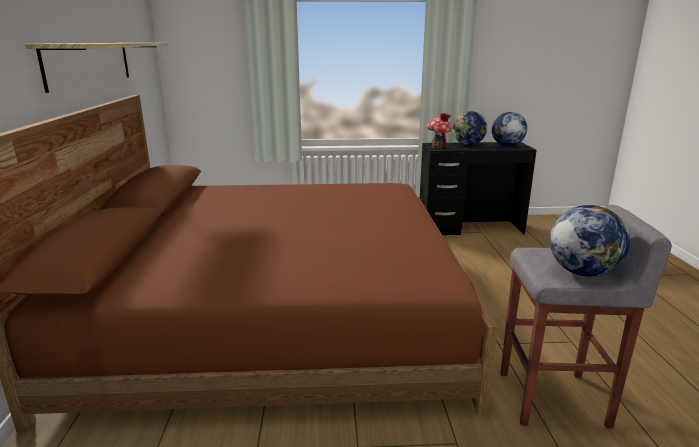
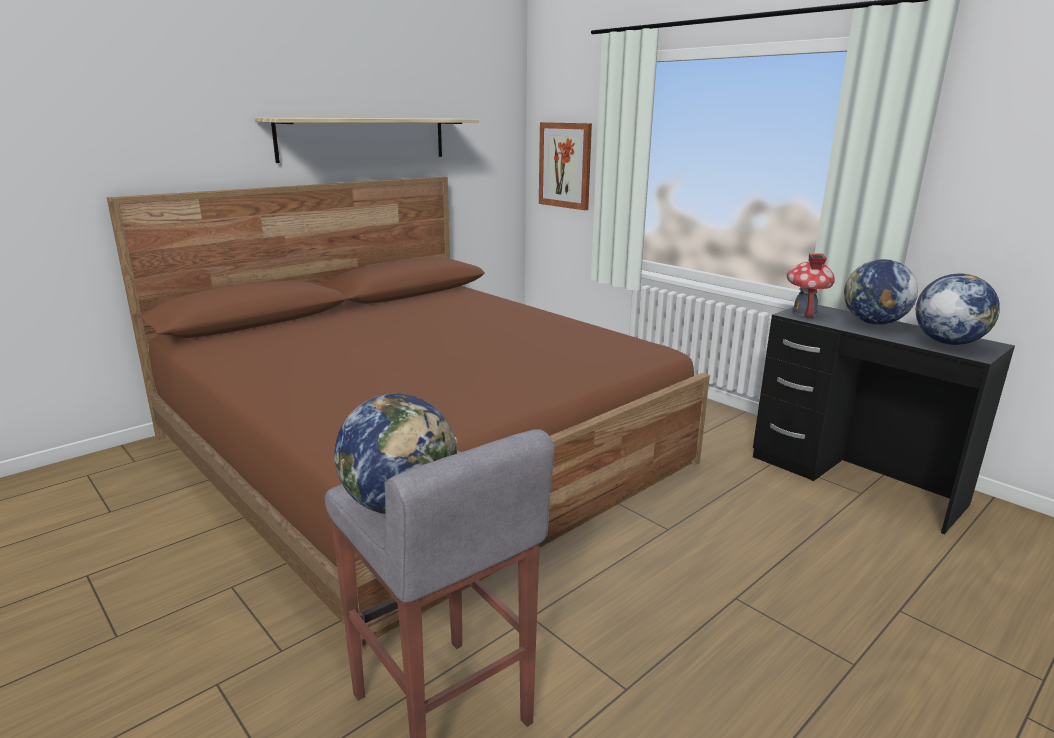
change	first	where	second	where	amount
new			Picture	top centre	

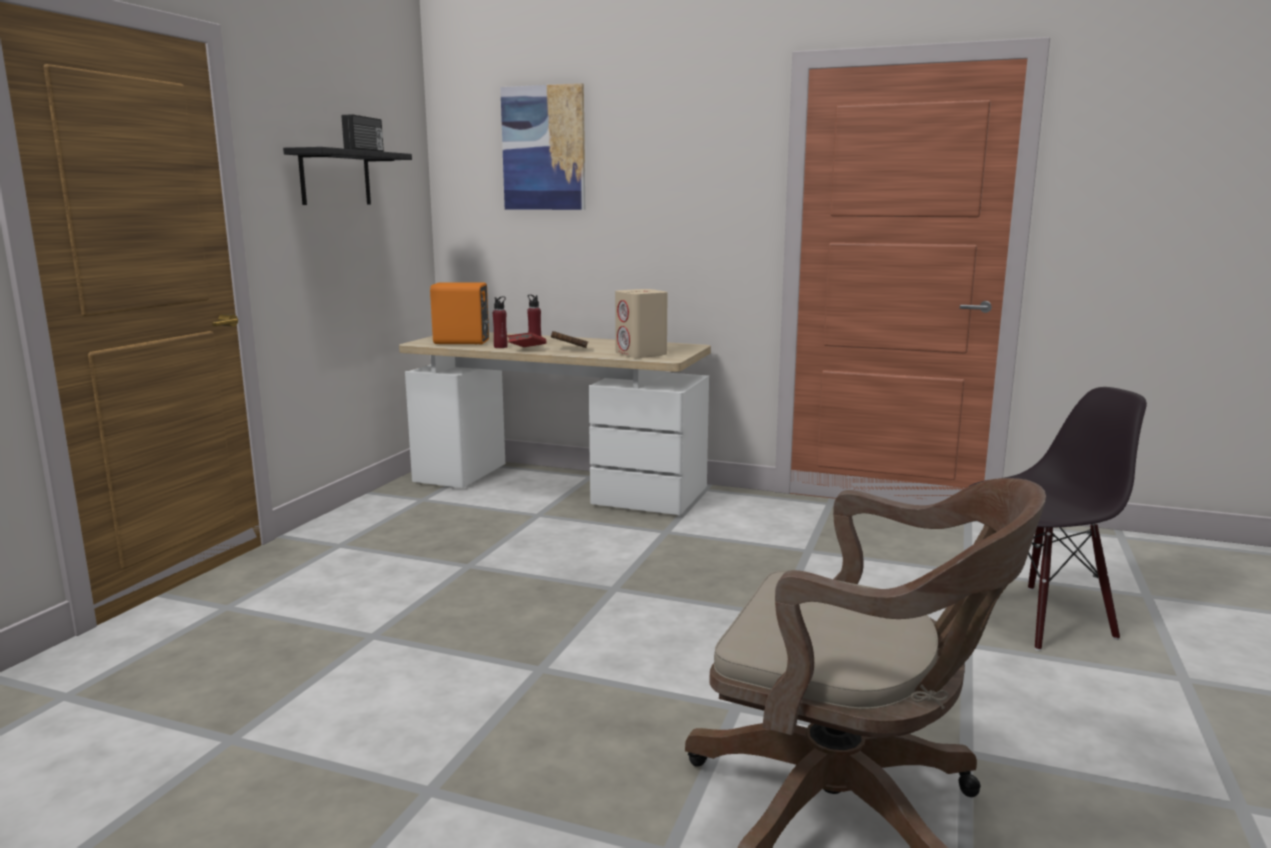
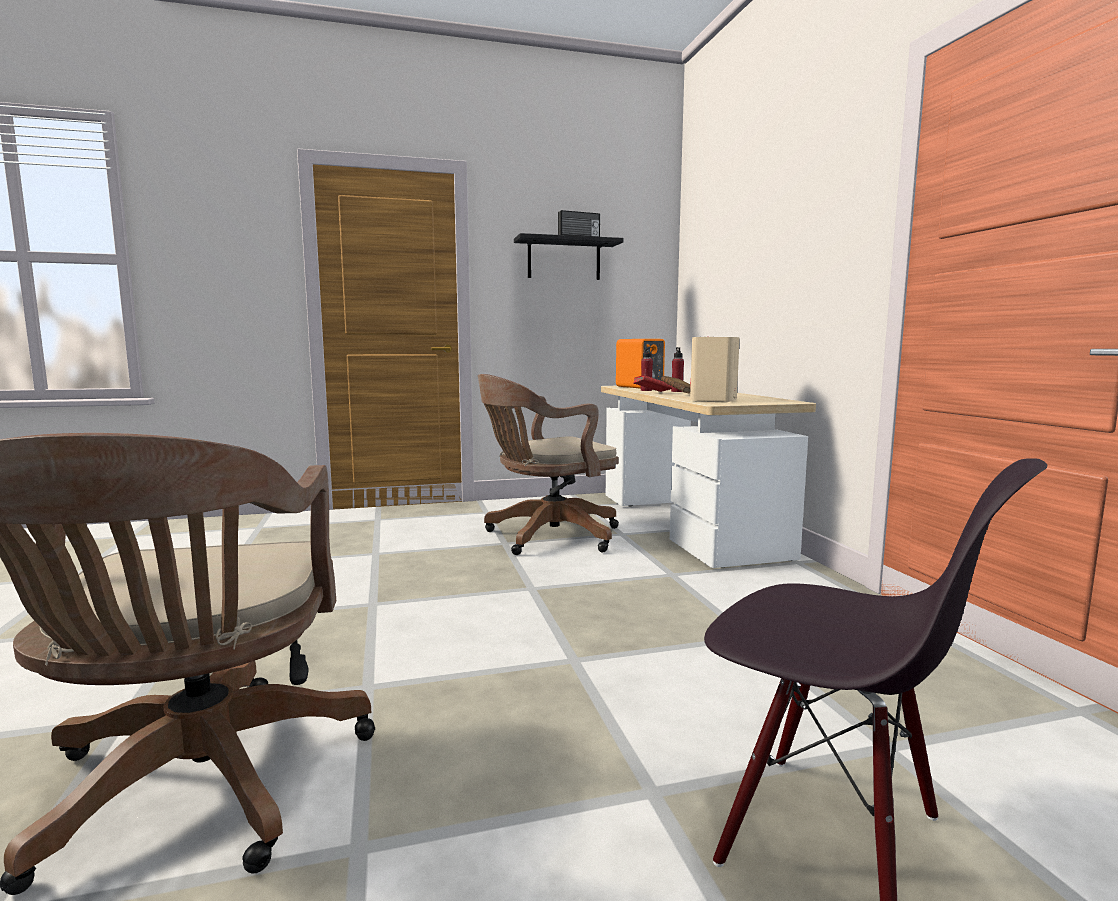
change	first	where	second	where	amount
new			BrownOfficeChair (no. 2 from left)	centre	
gone	Picture	top centre			

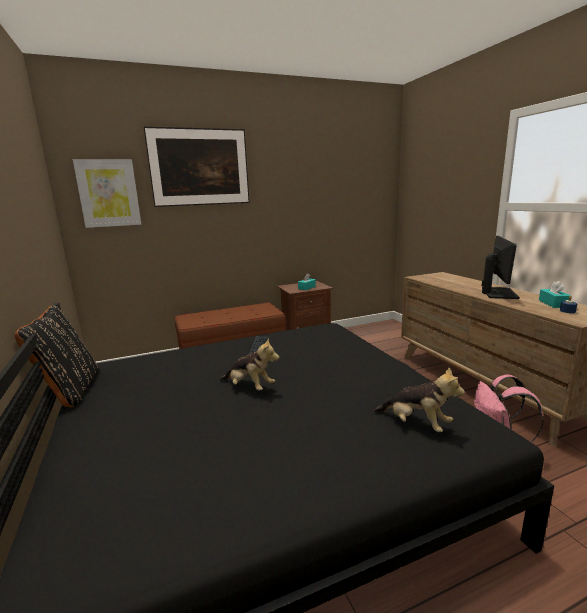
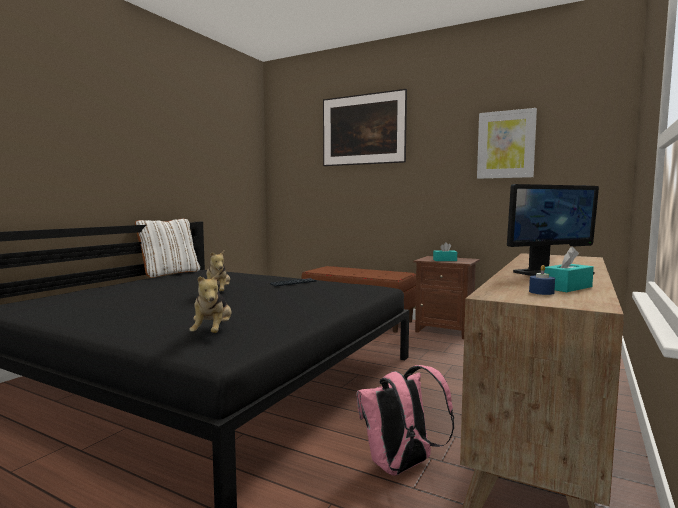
change	first	where	second	where	amount
repainted	BlackPillow	middle left	WhitePillow	middle left	
shifted	Picture (no. 1 from left in the first image)	top left	Picture (no. 2 from left)	top right	

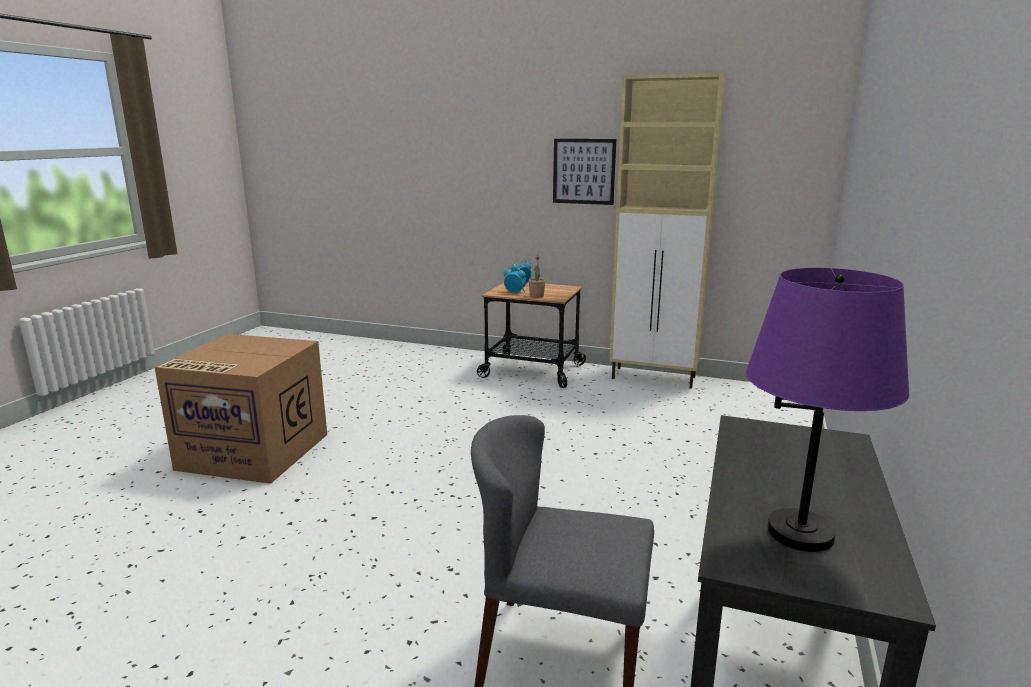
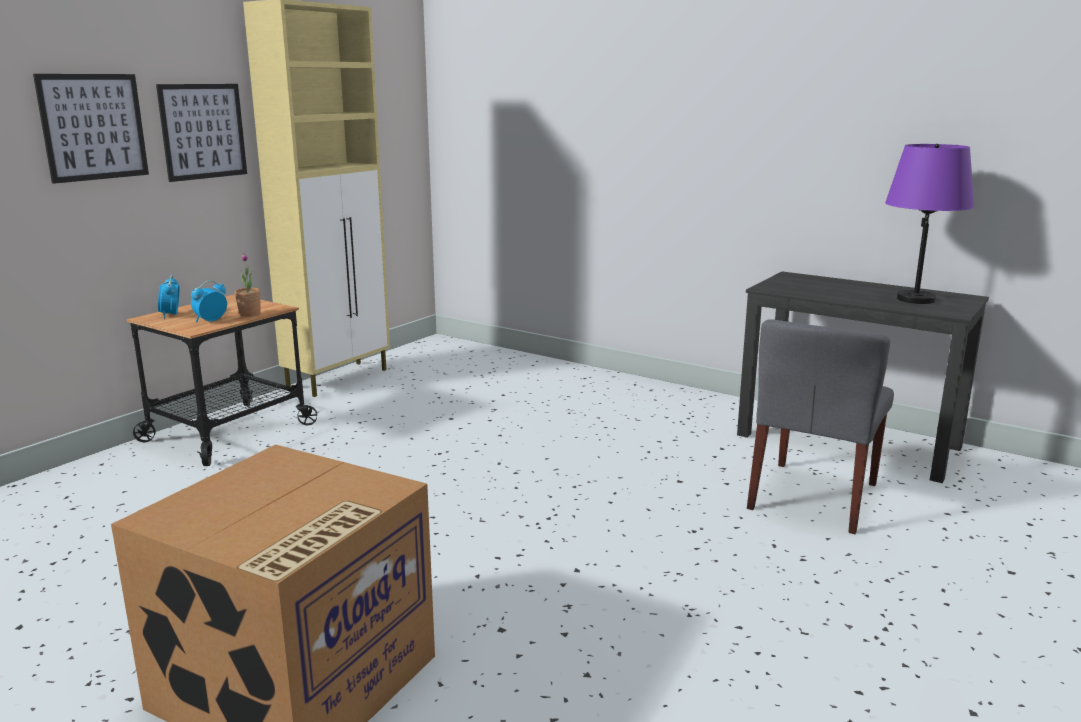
change	first	where	second	where	amount
new			Picture (no. 1 from left)	top left	

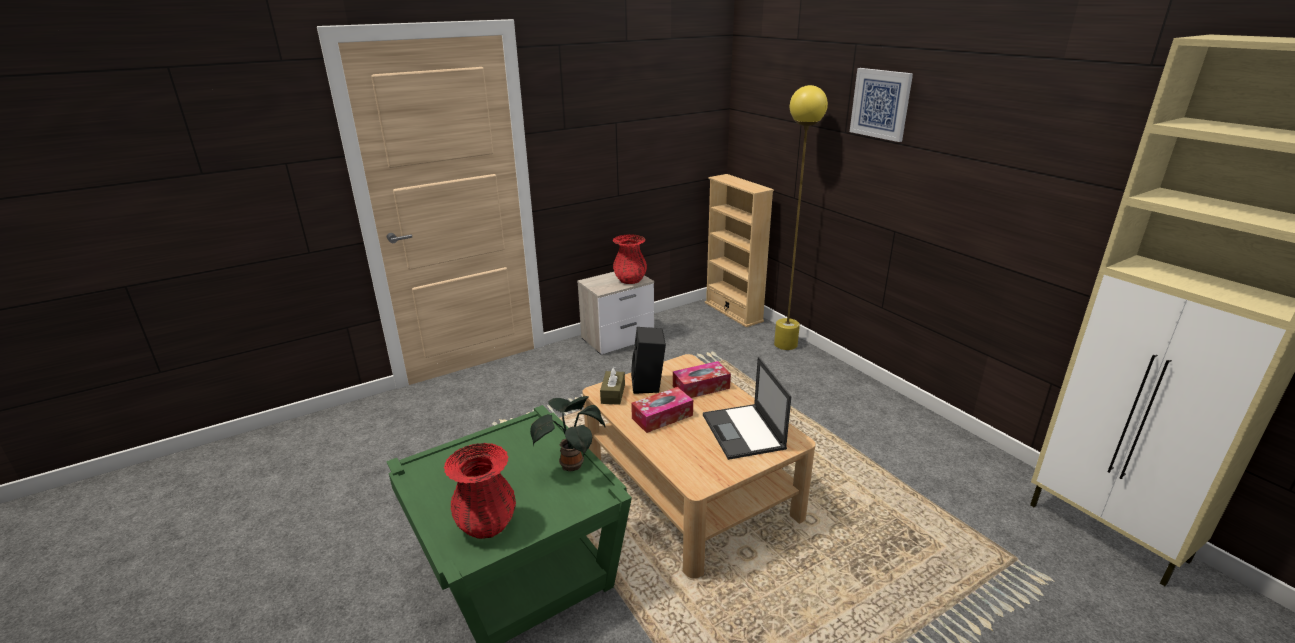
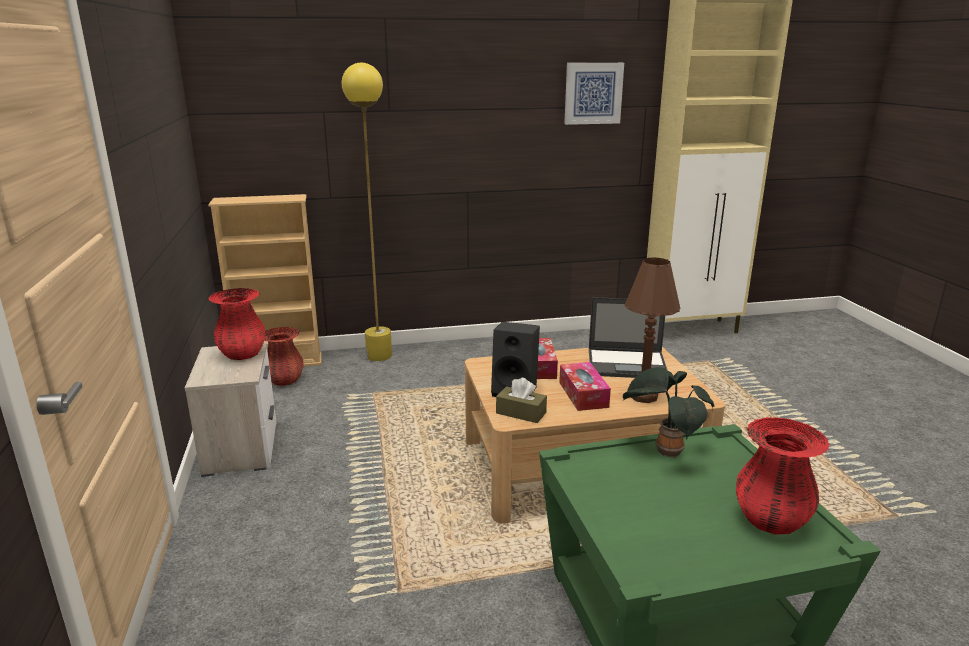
change	first	where	second	where	amount
new			RedVase (no. 2 from left)	middle left	
shifted	Picture	top right		top centre	
new			BrownTableLamp	middle right	

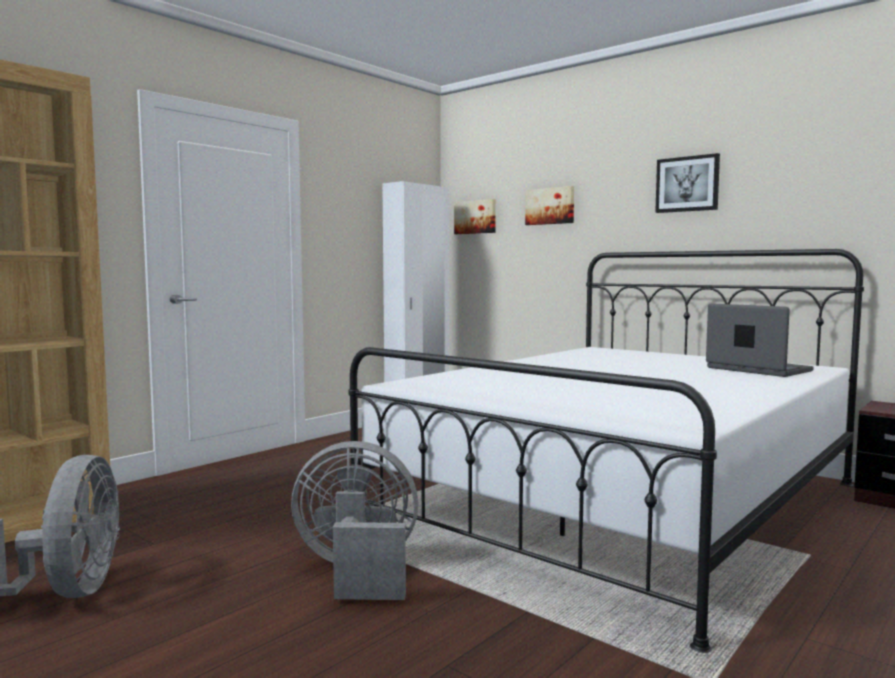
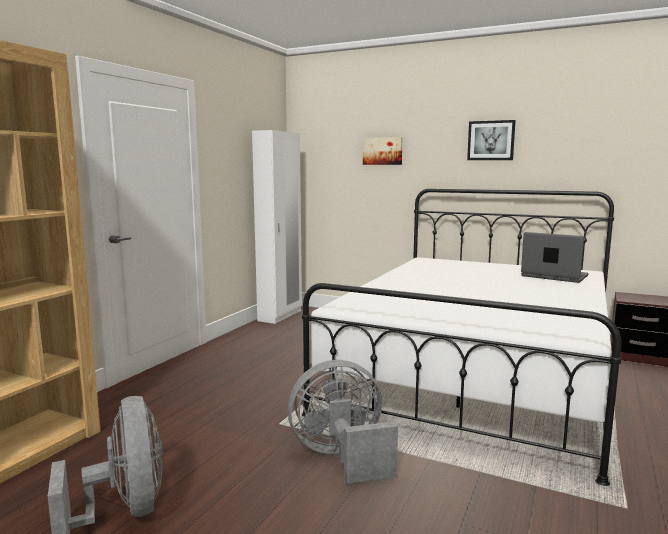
change	first	where	second	where	amount
gone	Picture (no. 1 from left)	top centre			

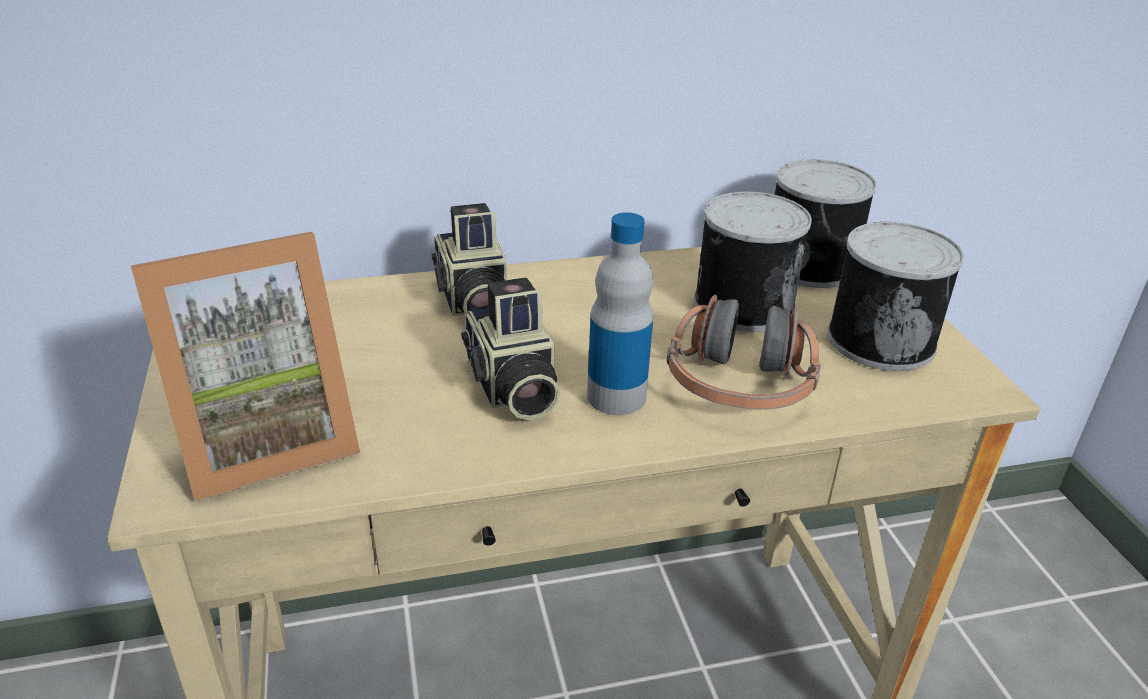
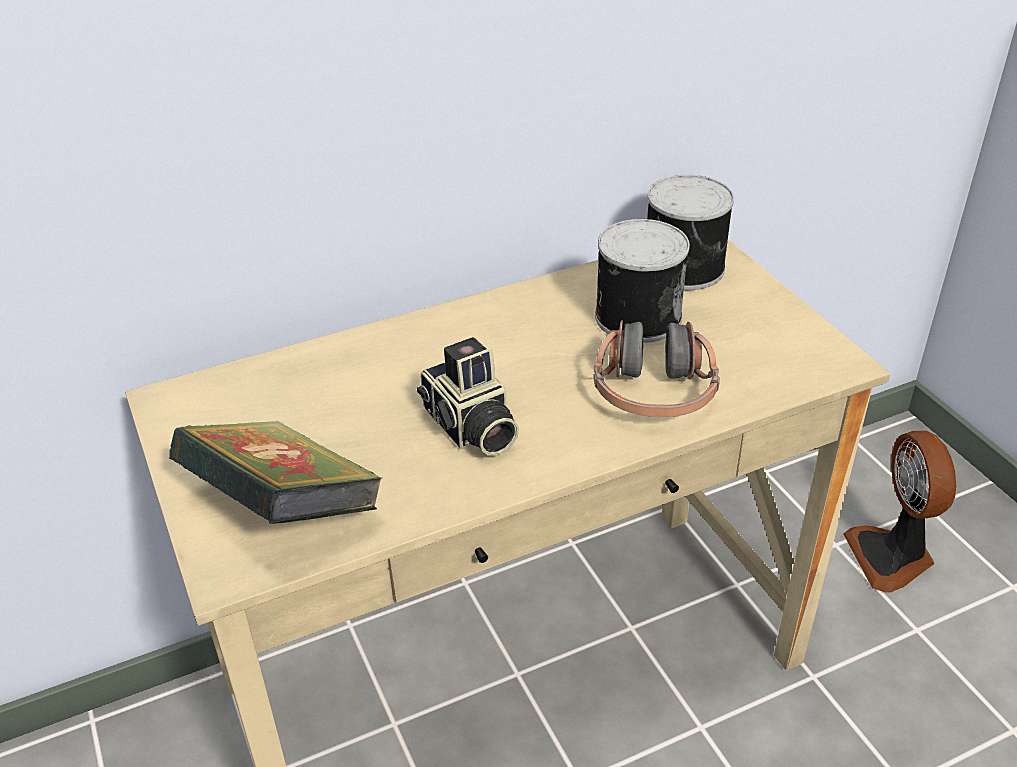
change	first	where	second	where	amount
swapped	PictureFrame	middle left	Book	middle left	
new			Fan	bottom right	
gone	PhotoCamera (no. 1 from left)	centre			
gone	Bottle	centre			
gone	Can (no. 3 from left)	middle right			

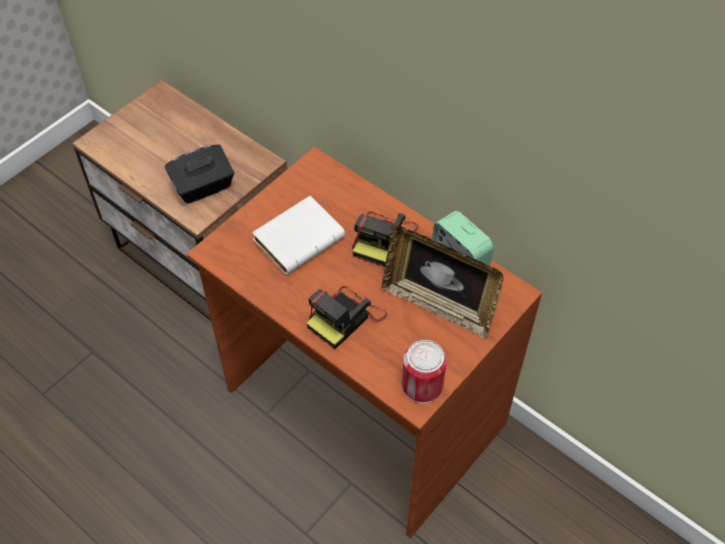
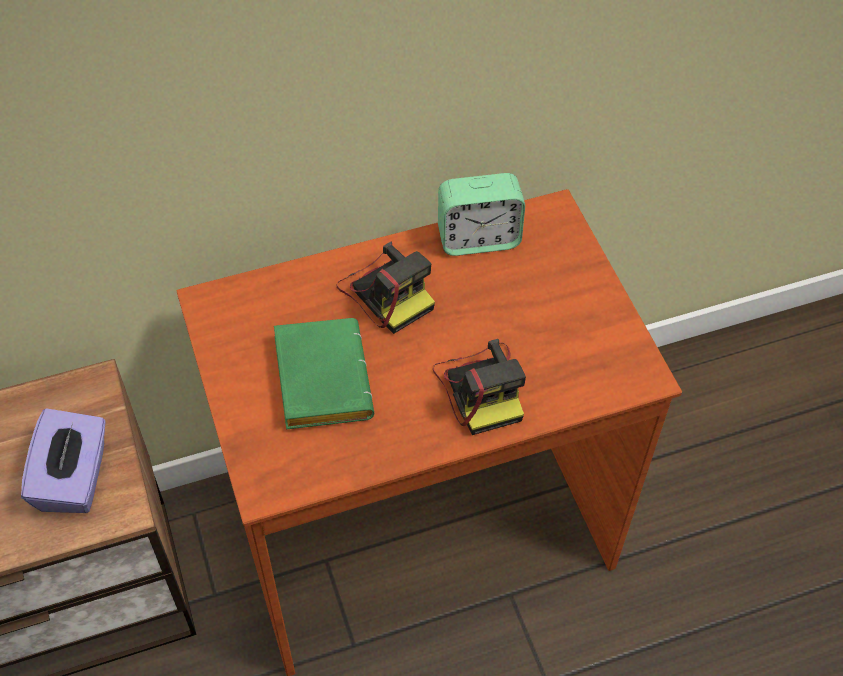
change	first	where	second	where	amount
repainted	BlackTissueBox	top left	PurpleTissueBox	bottom left	
repainted	WhiteBook	centre	GreenBook	centre	
gone	PictureFrame	centre			
gone	Can	bottom centre			

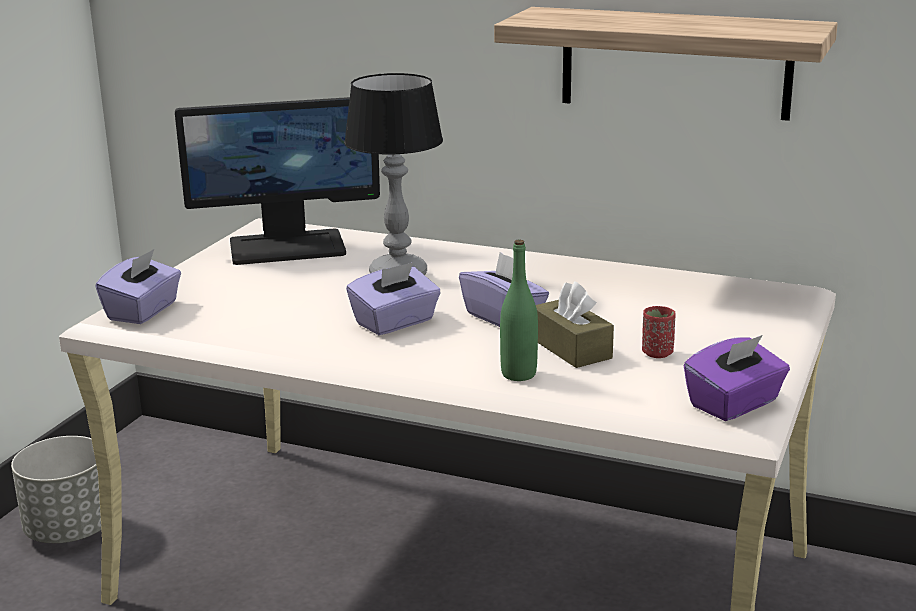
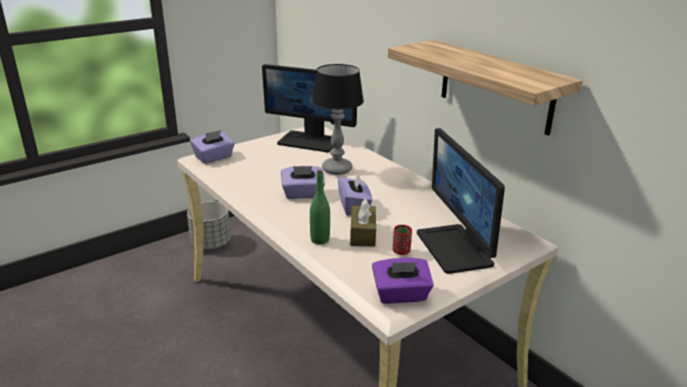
change	first	where	second	where	amount
new			Monitor (no. 2 from left)	middle right	

